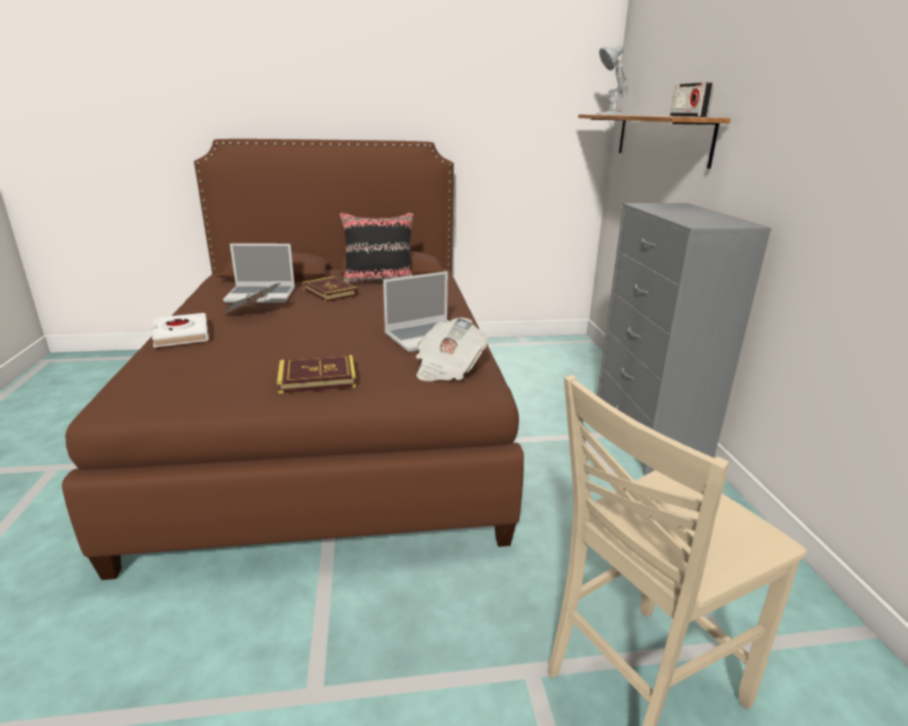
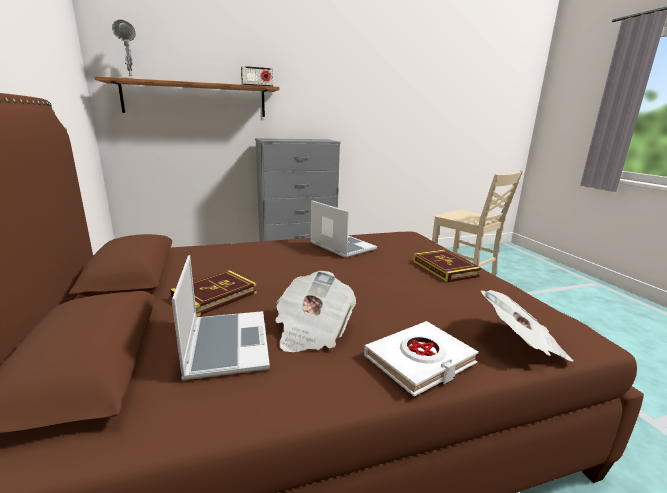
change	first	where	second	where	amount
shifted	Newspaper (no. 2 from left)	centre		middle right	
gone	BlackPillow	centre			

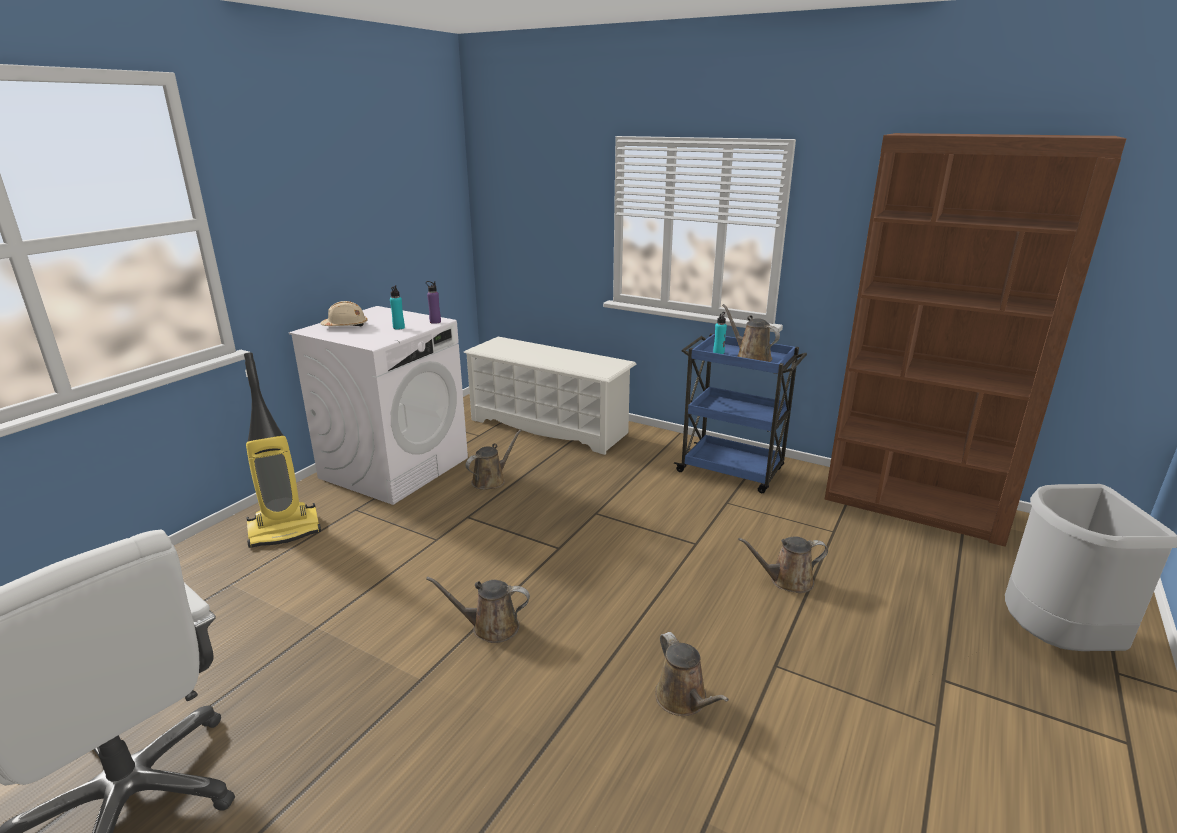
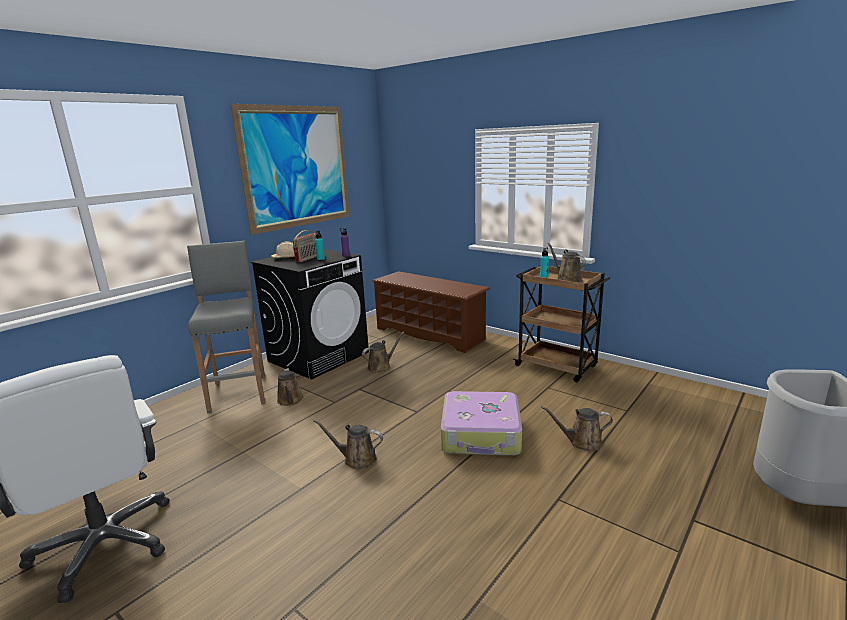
change	first	where	second	where	amount
swapped	VacuumCleaner	middle left	GreyStool	middle left	
new			Picture	top centre	
repainted	WhiteWashingMachine	middle left	BlackWashingMachine	centre	
shifted	BrownWateringCan (no. 3 from left in the first image)	bottom centre	BrownWateringCan (no. 1 from left)	centre	
new			Radio	centre	
repainted	WhiteShoeRack	centre	BrownShoeRack	centre	
new			Suitcase	bottom centre	
repainted	BlueCart	centre	BrownCart	centre	
gone	BrownBookcase	middle right			

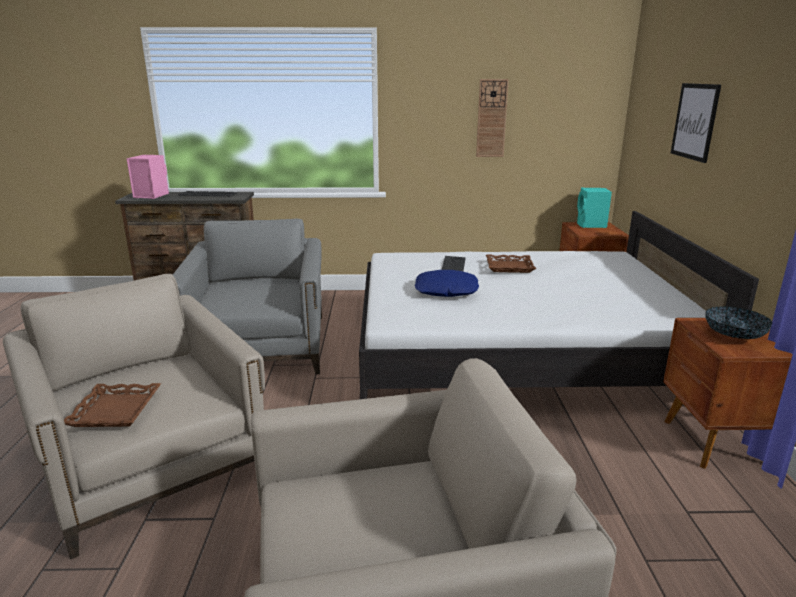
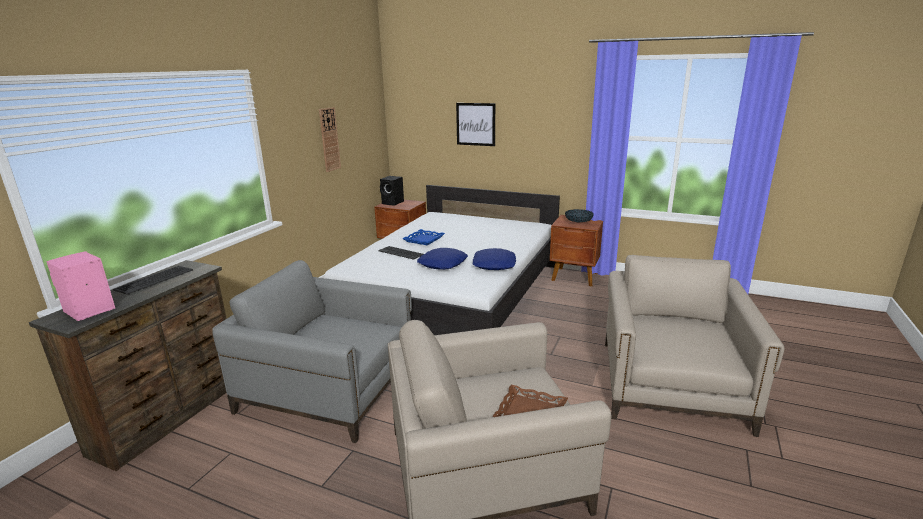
change	first	where	second	where	amount
repainted	TurquoiseSpeaker	middle right	BlackSpeaker	centre	
repainted	BrownTray (no. 2 from left)	centre	BlueTray	centre	
new			BluePillow (no. 2 from left)	centre	

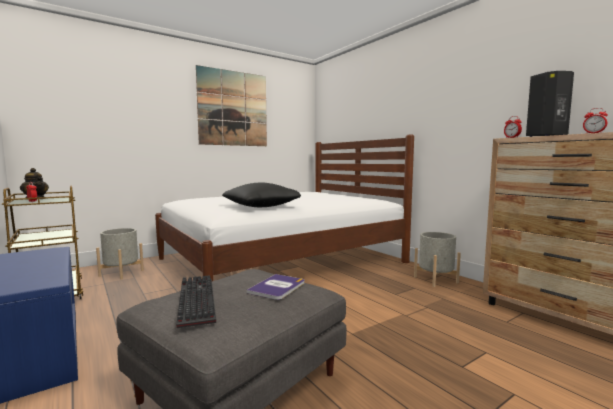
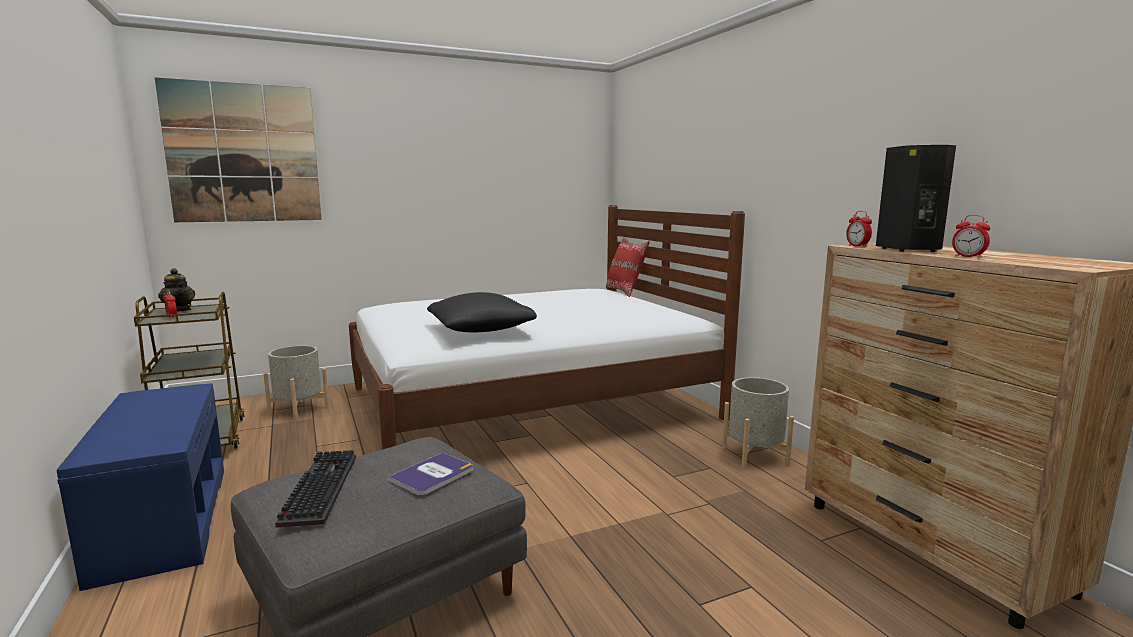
change	first	where	second	where	amount
shifted	Picture	top centre		top left	
new			RedPillow	centre	

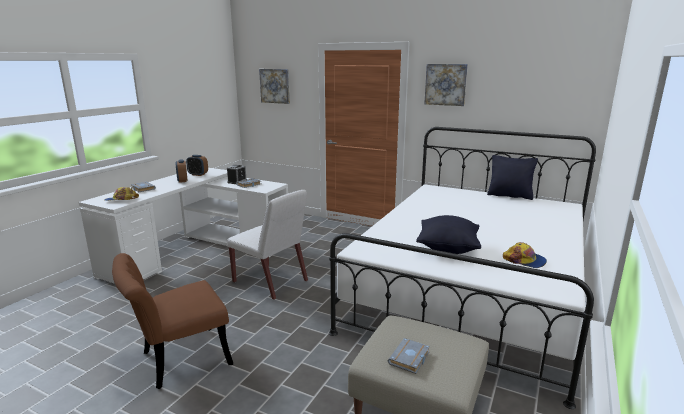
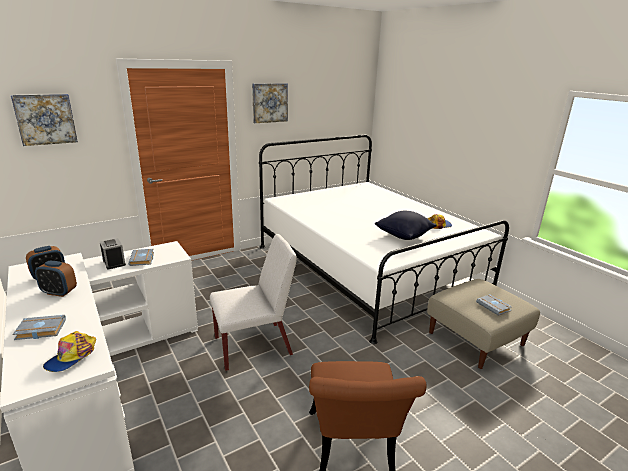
change	first	where	second	where	amount
gone	BlackPillow (no. 2 from left)	middle right			

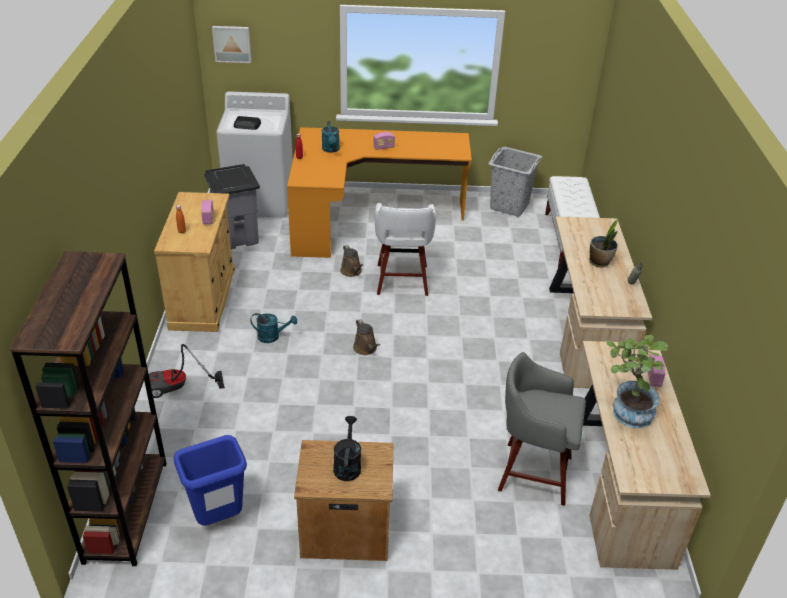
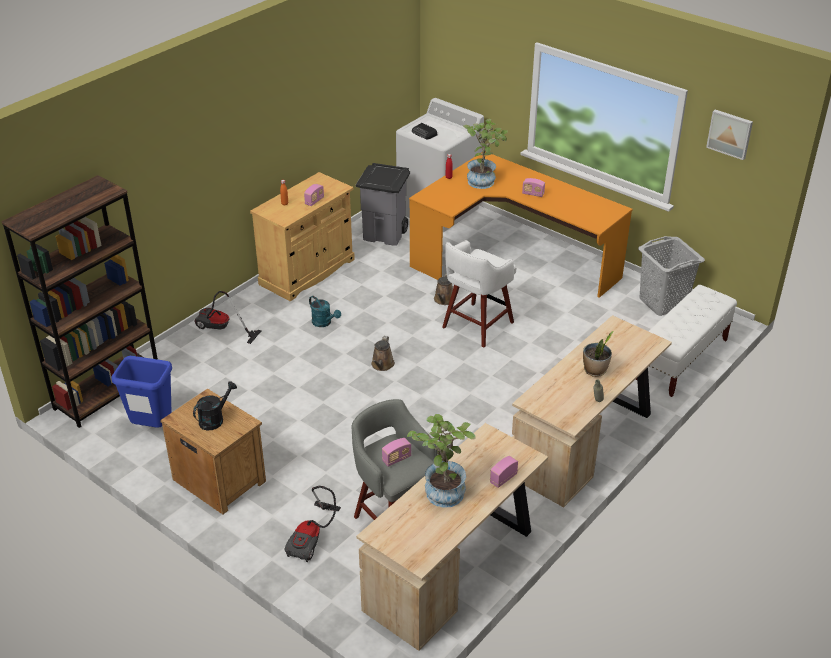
change	first	where	second	where	amount
new			VacuumCleaner (no. 2 from left)	bottom centre	
new			Radio (no. 2 from left)	bottom centre	
swapped	TurquoiseWateringCan (no. 2 from left)	top centre	PottedPlant (no. 2 from left)	top centre	
shifted	Picture	top left		top right	

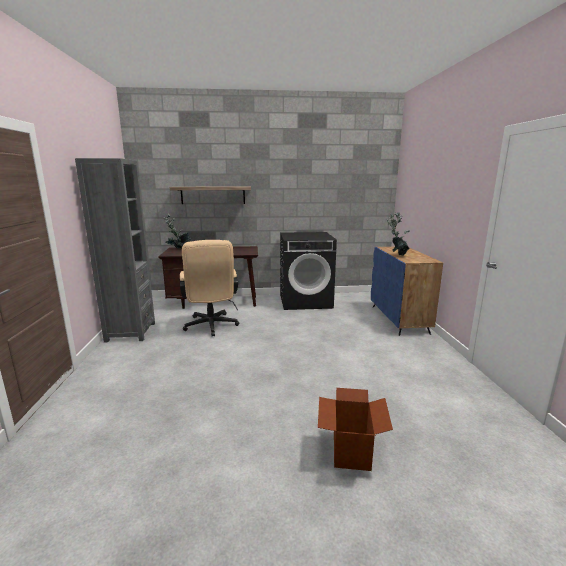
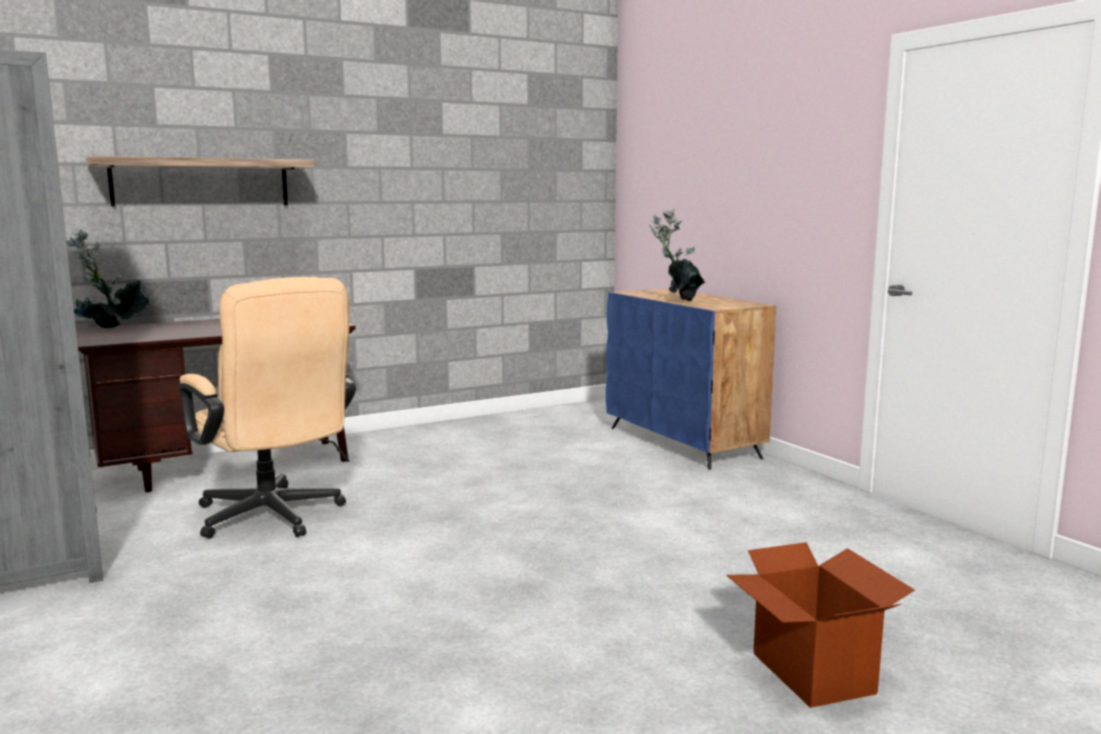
change	first	where	second	where	amount
gone	BlackWashingMachine	centre			

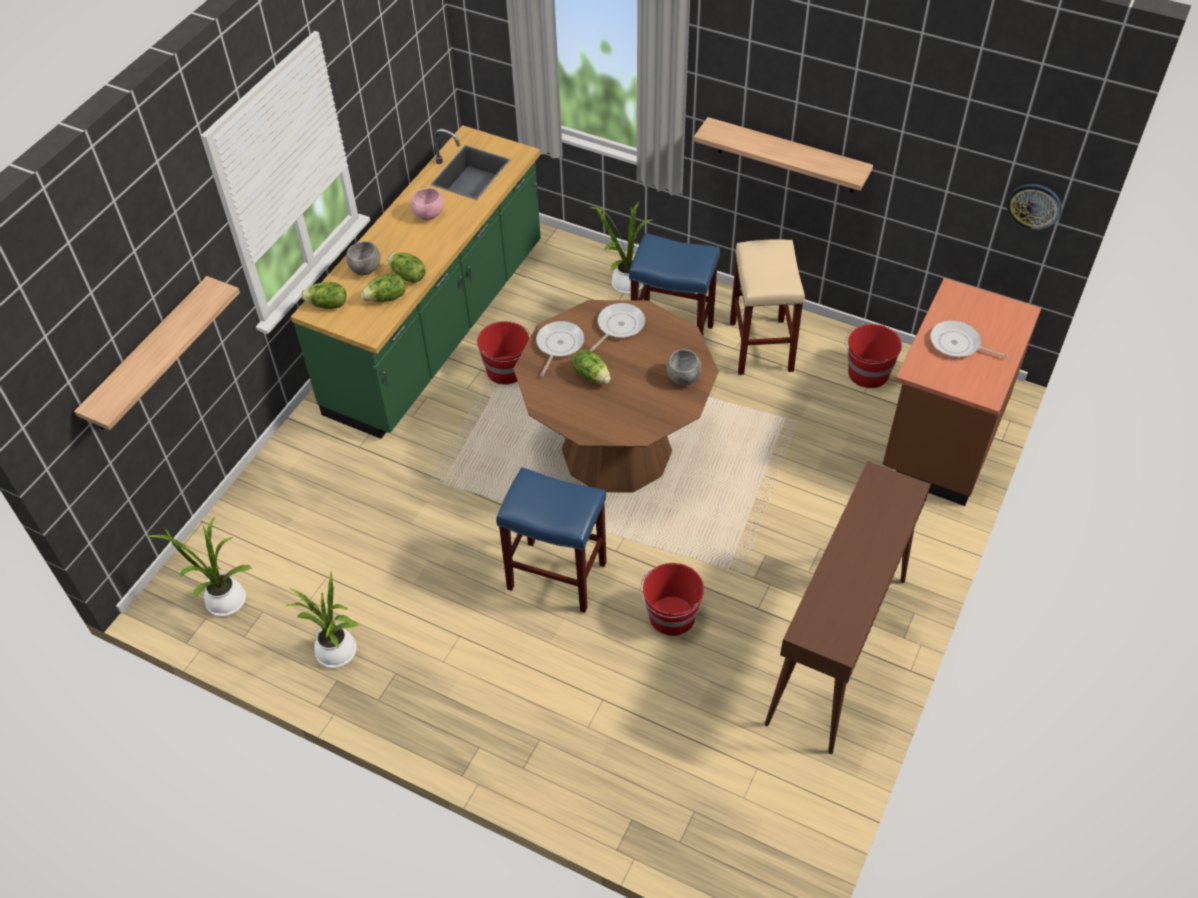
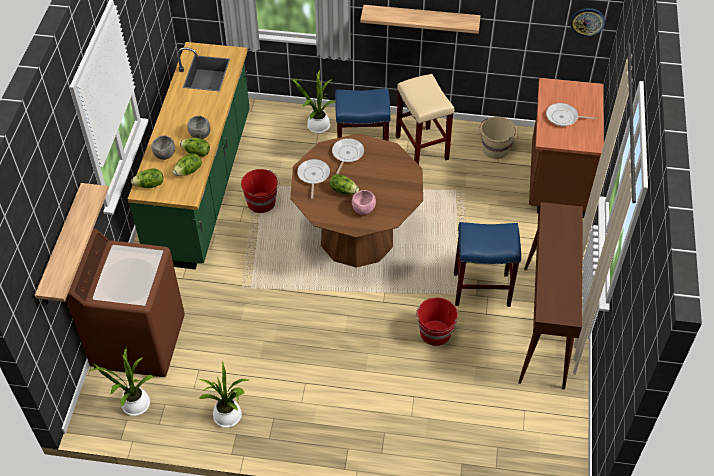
change	first	where	second	where	amount
new			BrownWashingMachine	middle left	
shifted	GreyBowl (no. 2 from left)	centre		top left	
shifted	PinkBowl	top centre		centre	
shifted	BlueStool (no. 1 from left in the first image)	centre	BlueStool (no. 2 from left)	middle right	
repainted	RedBucket (no. 3 from left)	middle right	BeigeBucket	top right	

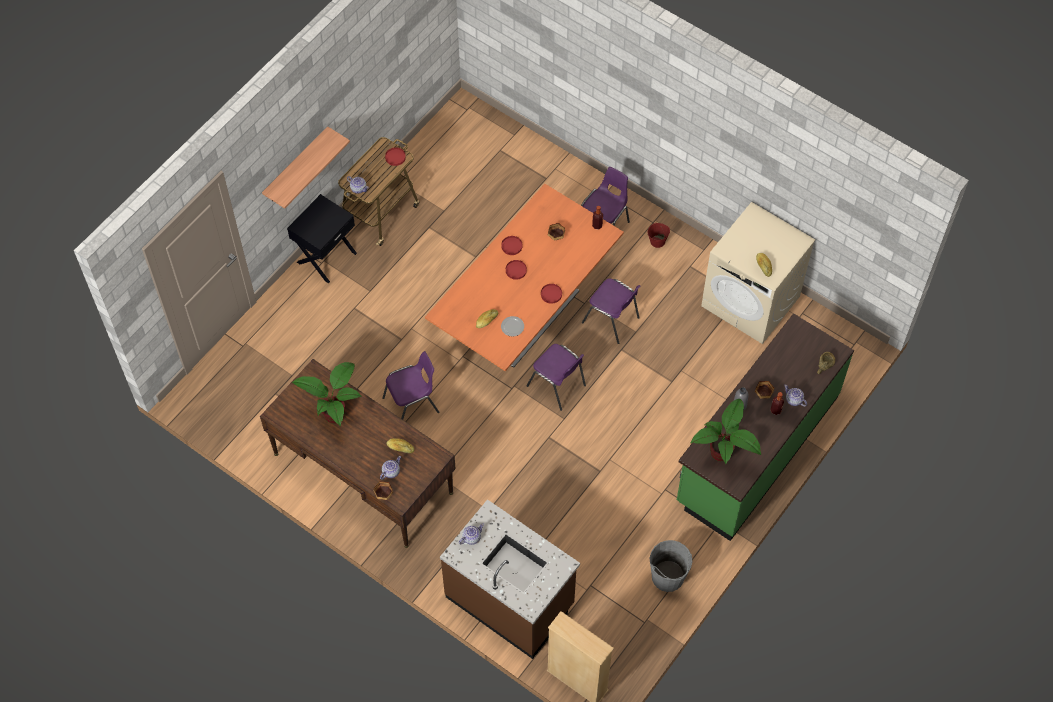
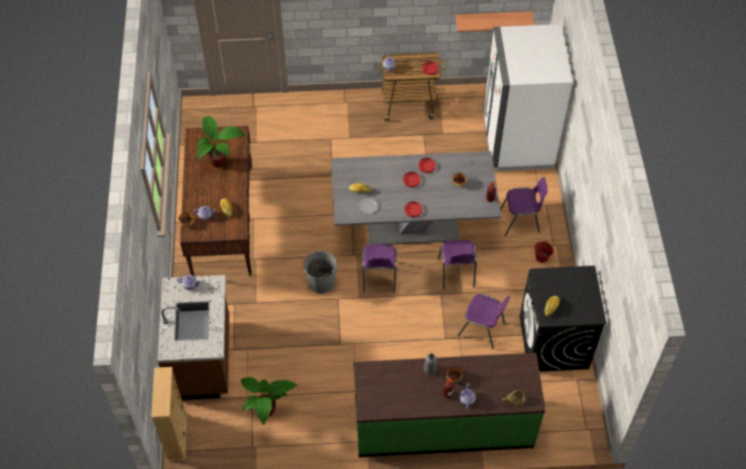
change	first	where	second	where	amount
shifted	PottedPlant (no. 2 from left)	middle right		bottom centre	
shifted	GreyBucket	bottom centre		centre	
repainted	OrangeDiningTable	centre	GreyDiningTable	centre	
shifted	Shelf	top left		top centre	
shifted	PurpleChair (no. 1 from left in the first image)	centre	PurpleChair (no. 3 from left)	bottom centre	
new			WhiteFridge	top right	
repainted	BeigeWashingMachine	middle right	BlackWashingMachine	bottom right	
gone	BlackNightstand	middle left			

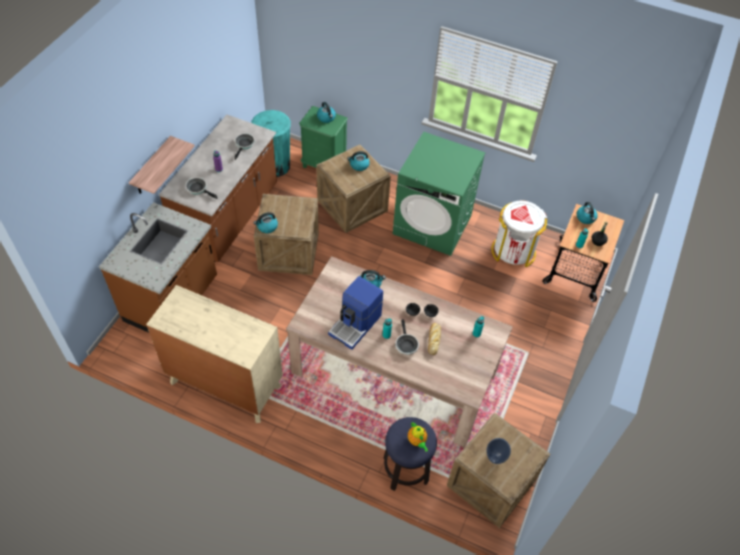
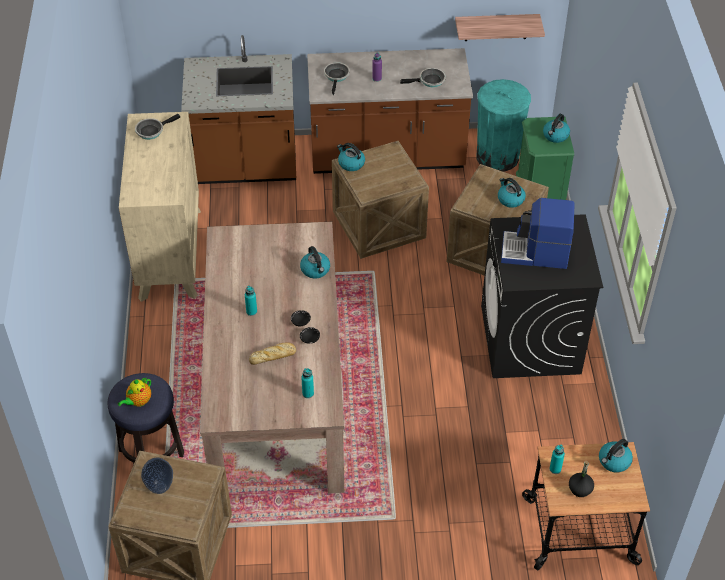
change	first	where	second	where	amount
shifted	FryingPan (no. 3 from left in the first image)	centre	FryingPan (no. 1 from left)	top left	
shifted	Shelf	top left		top right	
repainted	GreenWashingMachine	centre	BlackWashingMachine	middle right	
shifted	CoffeeMachine	centre		middle right	
gone	WhiteTrashCan	middle right			

